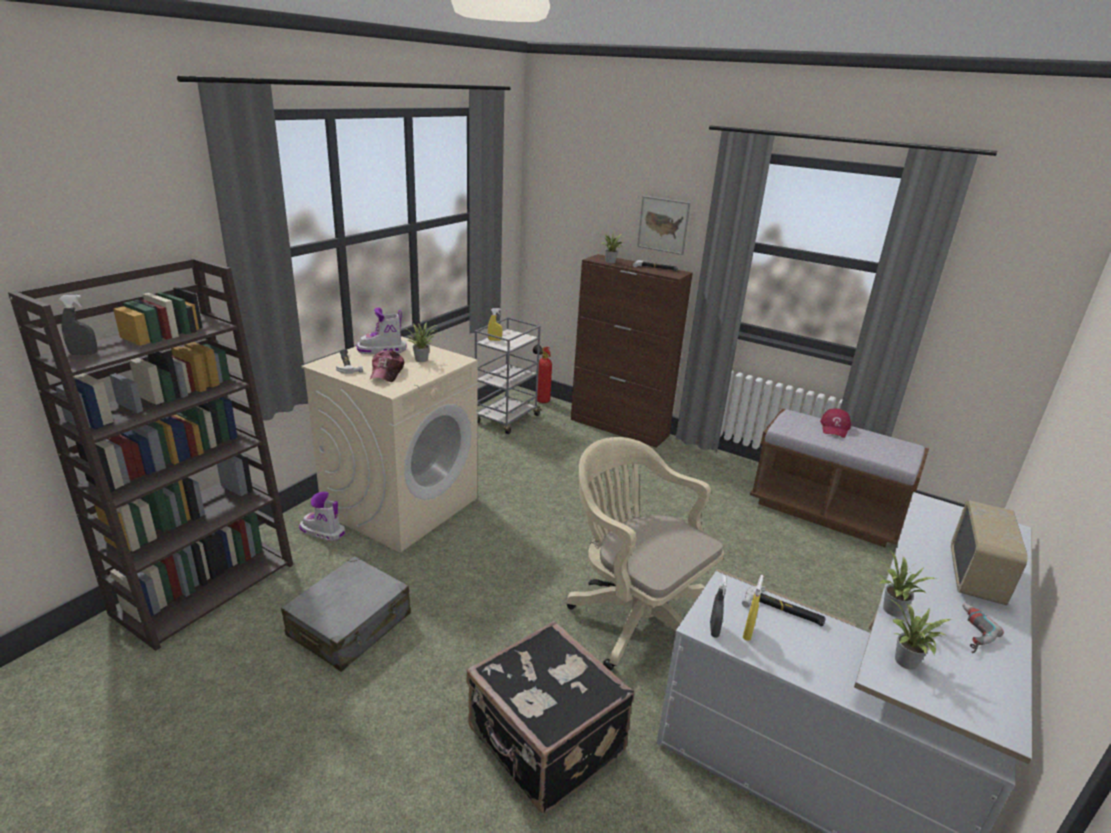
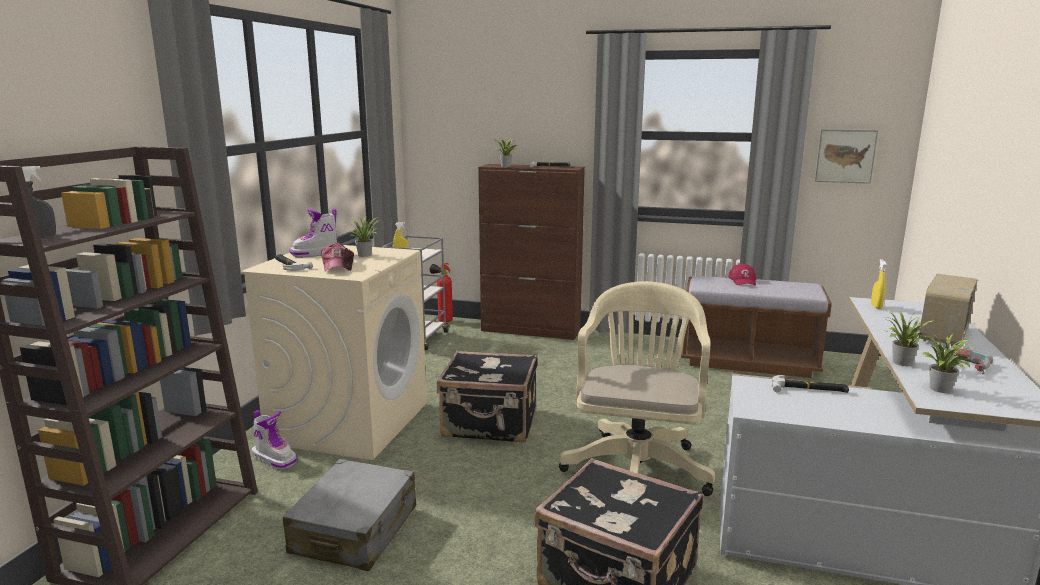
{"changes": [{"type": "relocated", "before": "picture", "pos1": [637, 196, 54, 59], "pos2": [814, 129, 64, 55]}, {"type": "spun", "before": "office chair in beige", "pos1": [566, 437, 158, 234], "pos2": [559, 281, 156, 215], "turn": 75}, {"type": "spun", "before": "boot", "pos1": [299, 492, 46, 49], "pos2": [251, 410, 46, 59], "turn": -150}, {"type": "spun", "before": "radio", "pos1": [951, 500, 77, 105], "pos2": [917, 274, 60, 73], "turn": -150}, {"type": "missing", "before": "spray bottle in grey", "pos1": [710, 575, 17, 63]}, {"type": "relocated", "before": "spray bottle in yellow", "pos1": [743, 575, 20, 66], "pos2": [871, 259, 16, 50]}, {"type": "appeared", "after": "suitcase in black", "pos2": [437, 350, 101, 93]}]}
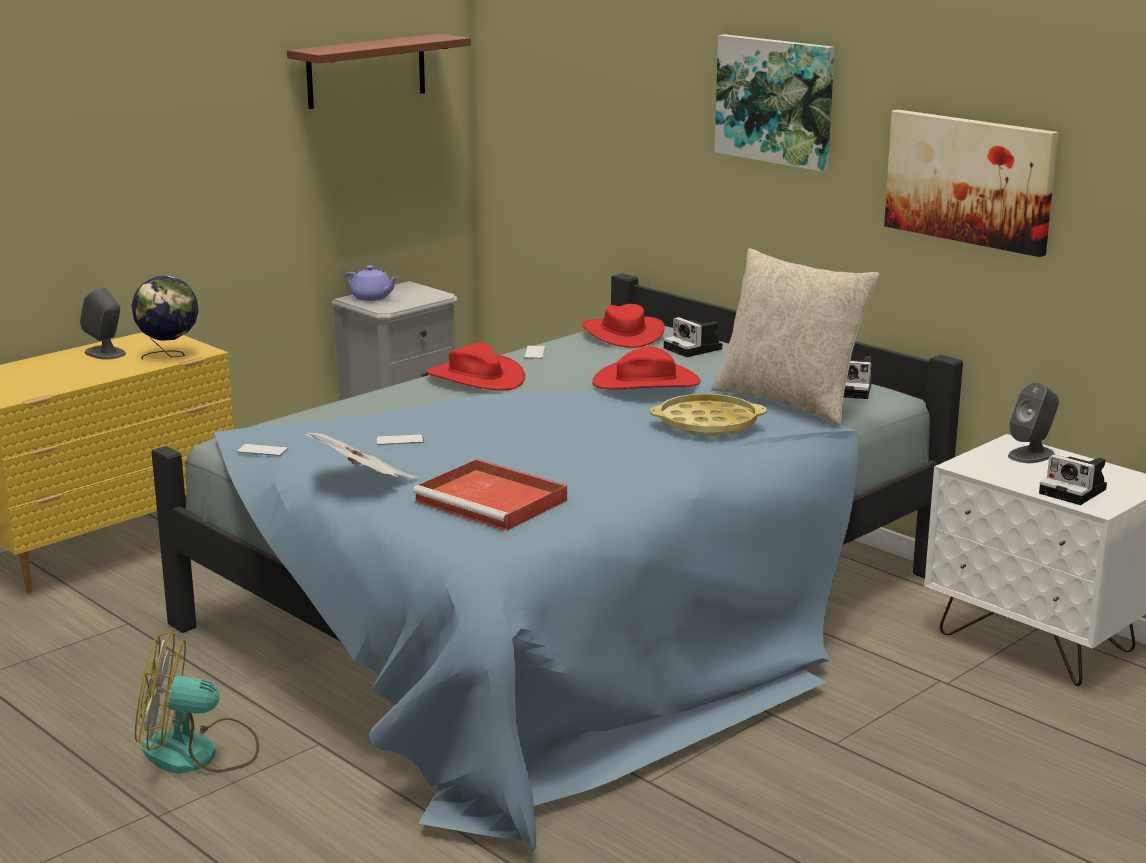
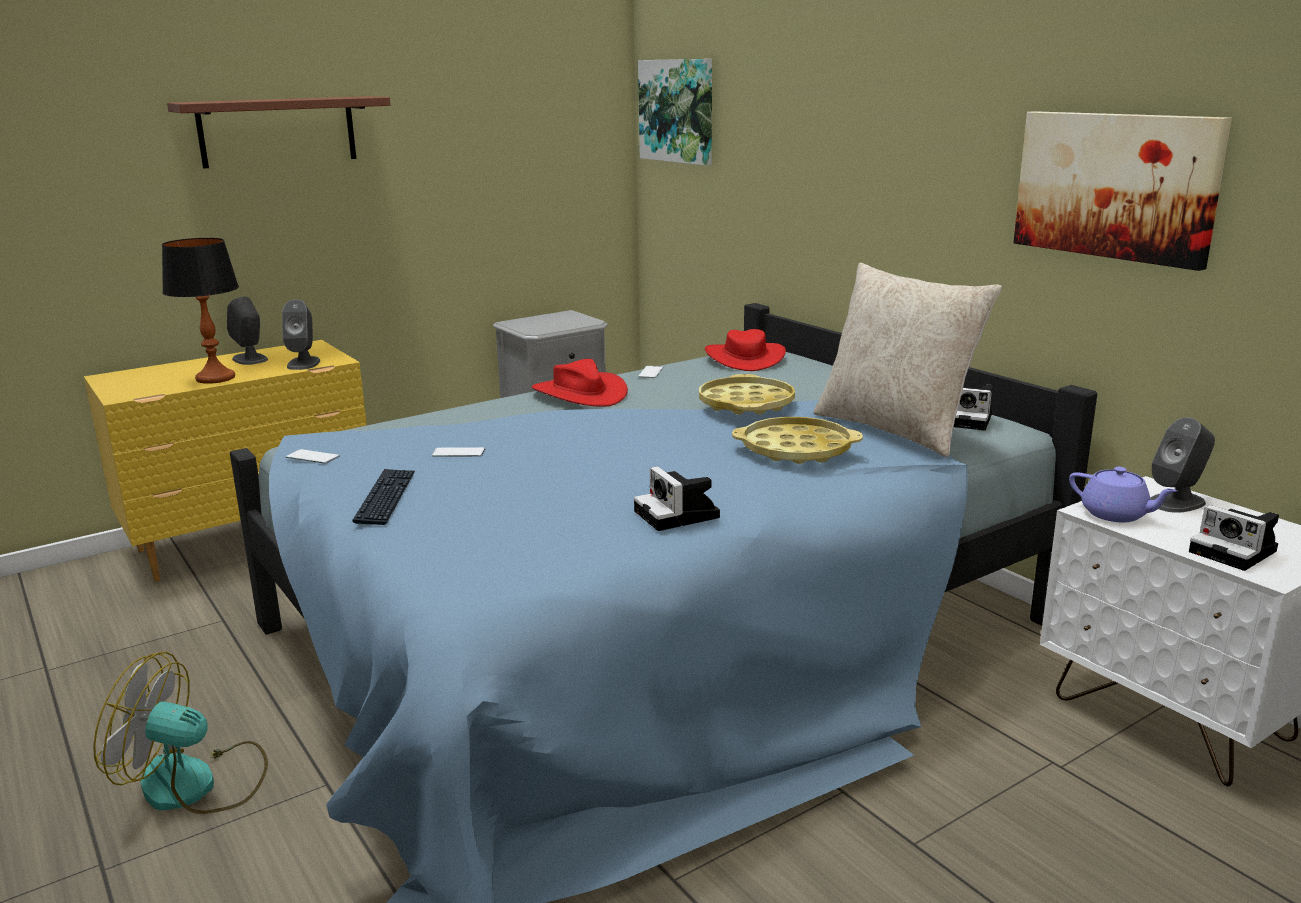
{"changes": [{"type": "relocated", "before": "shelf in brown", "pos1": [287, 34, 184, 75], "pos2": [167, 96, 223, 73]}, {"type": "relocated", "before": "picture", "pos1": [715, 34, 120, 137], "pos2": [638, 59, 74, 106]}, {"type": "relocated", "before": "teapot in purple", "pos1": [345, 265, 54, 36], "pos2": [1069, 467, 109, 55]}, {"type": "exchanged", "before": "globe", "after": "speaker in grey", "pos1": [131, 276, 68, 84], "pos2": [282, 300, 38, 70]}, {"type": "relocated", "before": "photo camera", "pos1": [664, 317, 58, 40], "pos2": [634, 466, 86, 65]}, {"type": "exchanged", "before": "hat in red", "after": "tray in yellow", "pos1": [592, 346, 109, 43], "pos2": [699, 374, 96, 41]}, {"type": "exchanged", "before": "newspaper", "after": "keyboard", "pos1": [304, 433, 113, 45], "pos2": [353, 469, 62, 56]}, {"type": "missing", "before": "tray in red", "pos1": [413, 459, 154, 72]}, {"type": "appeared", "after": "table lamp", "pos2": [162, 238, 77, 146]}]}
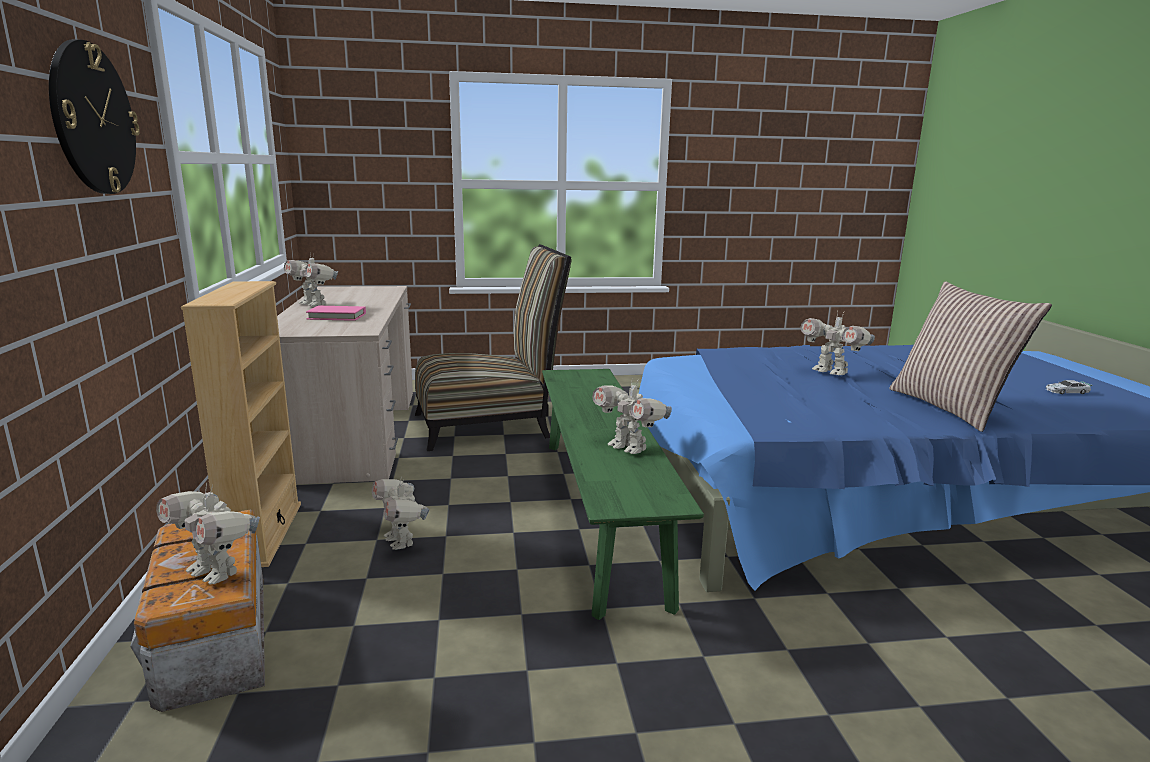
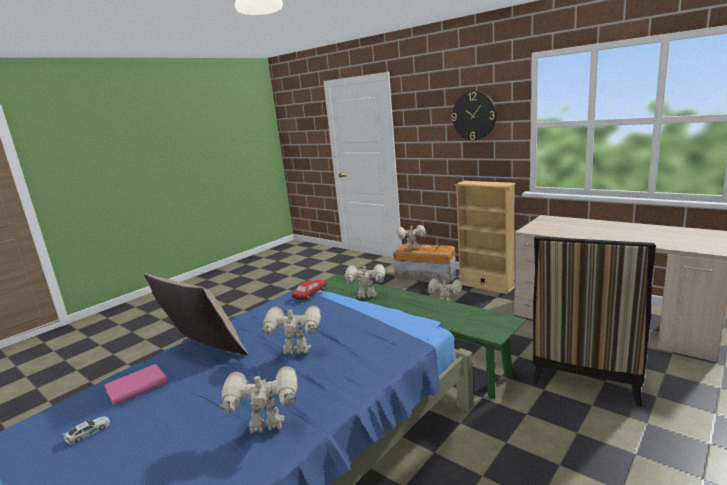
{"changes": [{"type": "relocated", "before": "toy robot", "pos1": [284, 253, 54, 53], "pos2": [220, 366, 77, 67]}, {"type": "relocated", "before": "book in pink", "pos1": [306, 306, 60, 15], "pos2": [104, 364, 63, 42]}, {"type": "appeared", "after": "toy car", "pos2": [291, 280, 36, 20]}]}
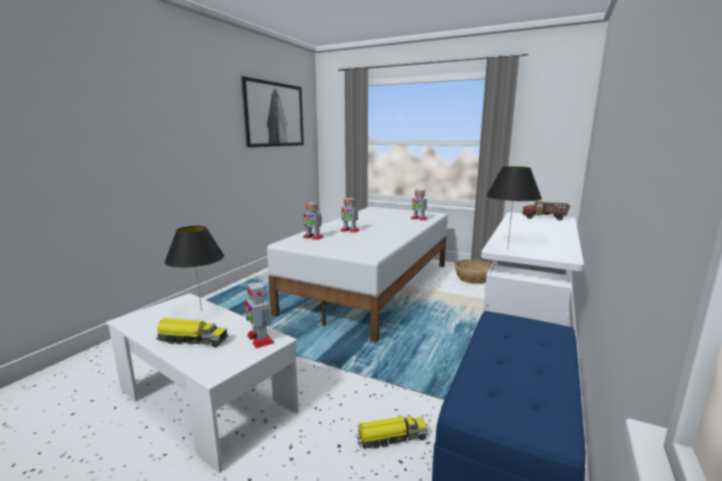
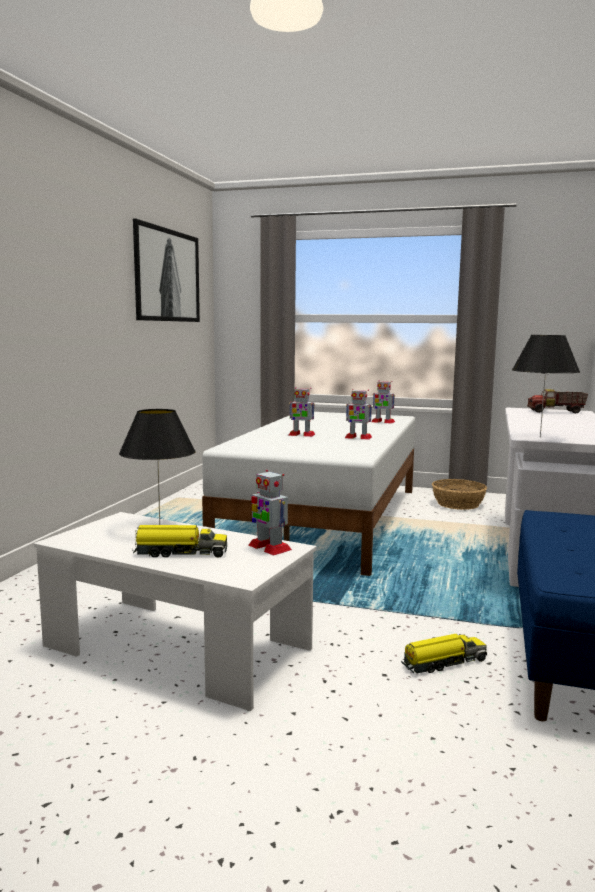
{"changes": [{"type": "relocated", "before": "toy robot", "pos1": [303, 201, 21, 39], "pos2": [345, 389, 27, 51]}]}
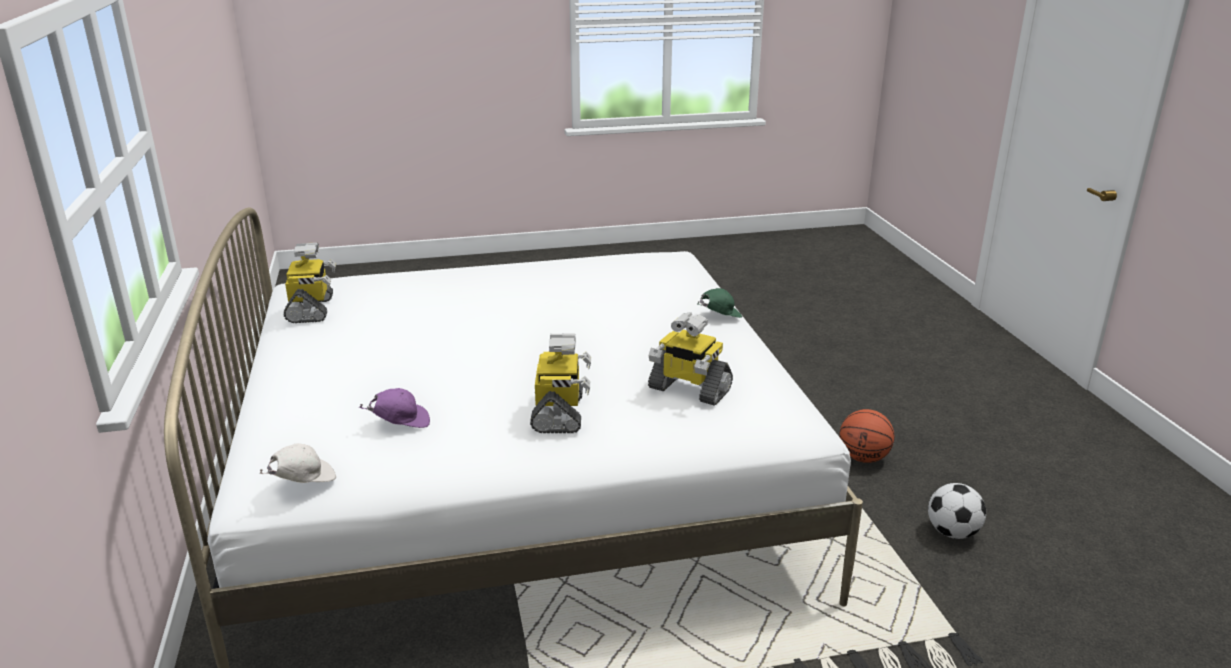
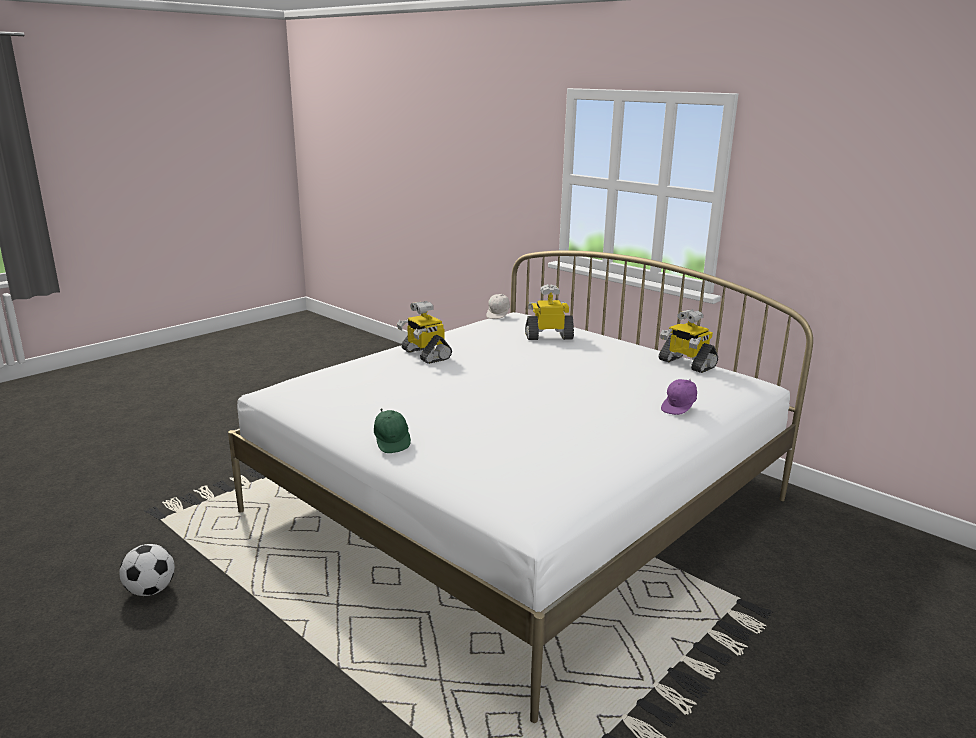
{"changes": [{"type": "spun", "before": "cap in green", "pos1": [698, 288, 44, 30], "pos2": [374, 408, 37, 45], "turn": -45}, {"type": "relocated", "before": "toy robot", "pos1": [648, 312, 85, 94], "pos2": [525, 284, 49, 56]}, {"type": "relocated", "before": "cap in purple", "pos1": [359, 388, 71, 40], "pos2": [661, 379, 36, 36]}, {"type": "missing", "before": "basketball", "pos1": [839, 409, 55, 54]}]}
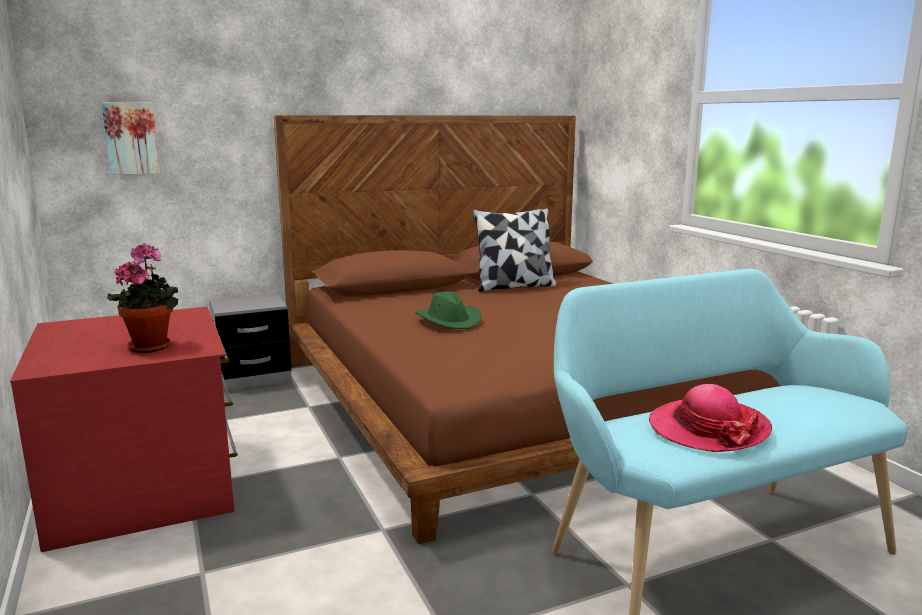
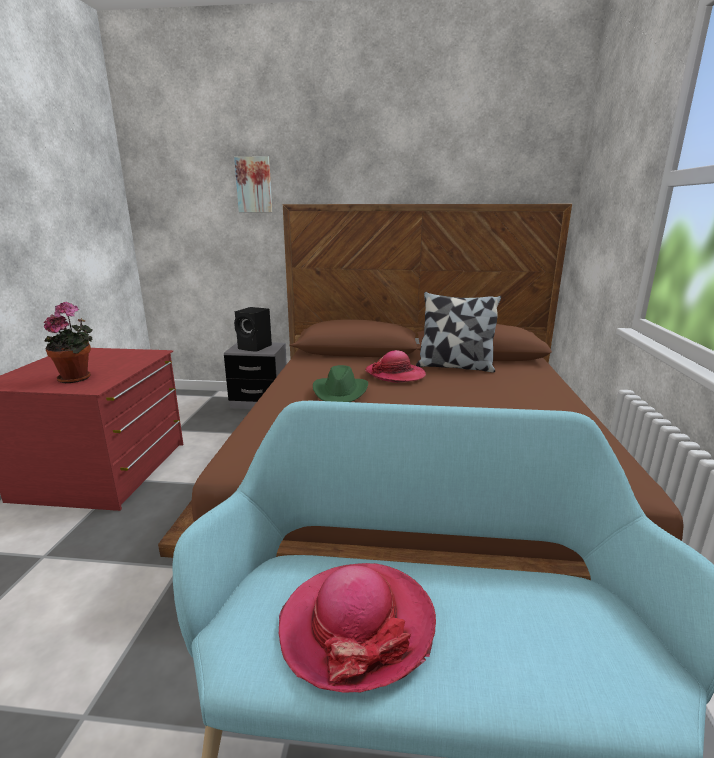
{"changes": [{"type": "relocated", "before": "picture", "pos1": [101, 102, 59, 73], "pos2": [234, 156, 38, 56]}, {"type": "appeared", "after": "speaker in black", "pos2": [234, 307, 38, 45]}, {"type": "appeared", "after": "hat", "pos2": [365, 350, 61, 33]}]}
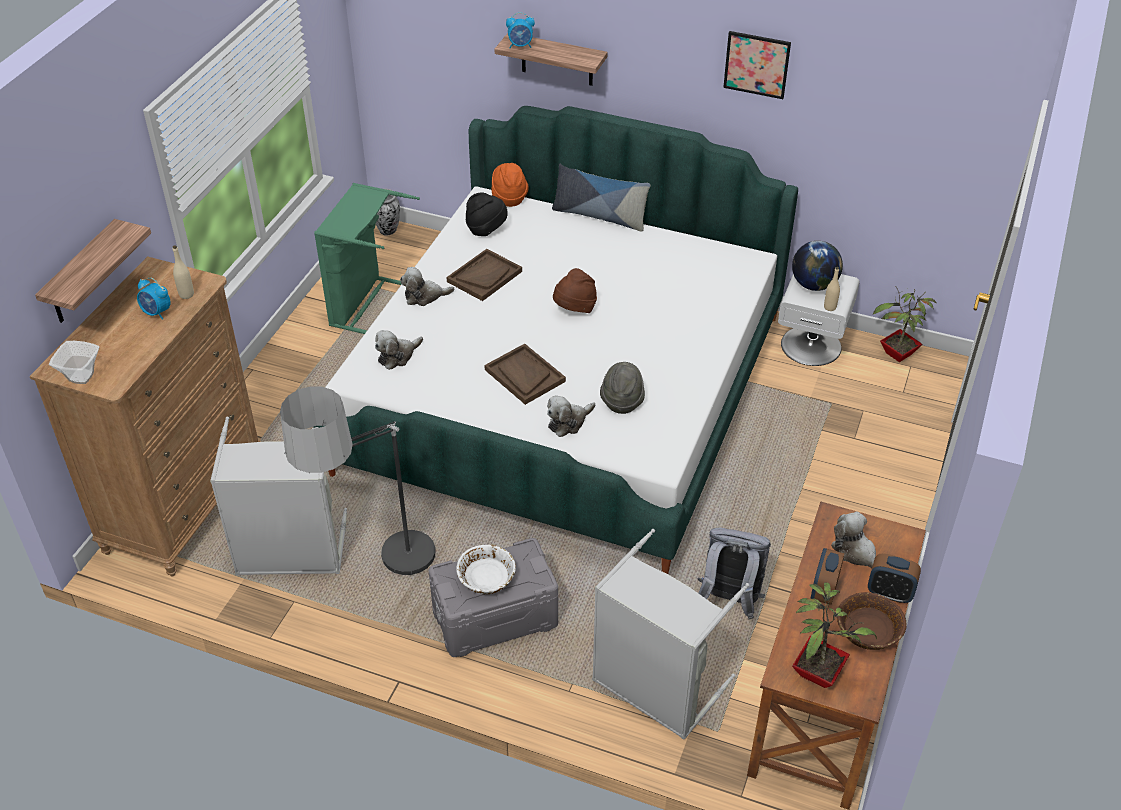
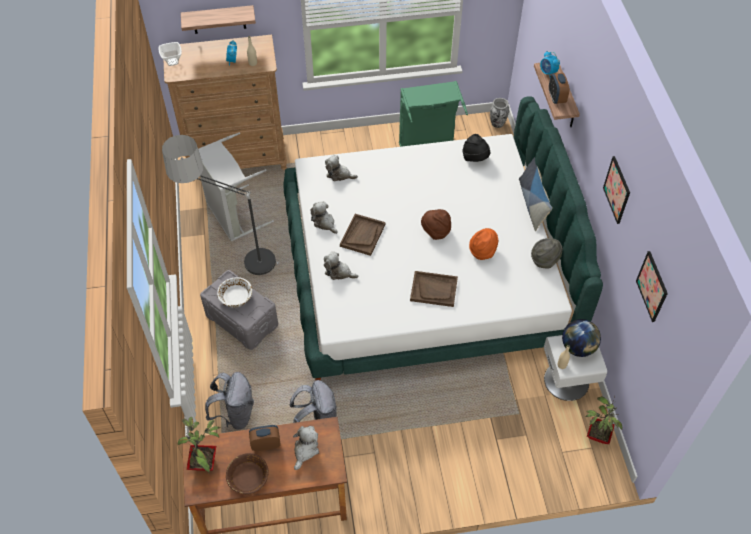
{"changes": [{"type": "relocated", "before": "hat in orange", "pos1": [492, 163, 37, 44], "pos2": [469, 228, 29, 32]}, {"type": "relocated", "before": "tray in brown", "pos1": [447, 249, 75, 52], "pos2": [410, 271, 48, 36]}, {"type": "relocated", "before": "plush toy", "pos1": [400, 267, 54, 39], "pos2": [310, 201, 28, 33]}, {"type": "relocated", "before": "hat in grey", "pos1": [600, 362, 45, 52], "pos2": [531, 238, 32, 31]}, {"type": "exchanged", "before": "laundry basket in grey", "after": "backpack in grey", "pos1": [592, 529, 158, 210], "pos2": [205, 372, 49, 58]}, {"type": "relocated", "before": "alarm clock", "pos1": [868, 553, 53, 50], "pos2": [549, 73, 20, 31]}, {"type": "appeared", "after": "picture", "pos2": [636, 251, 32, 71]}]}
